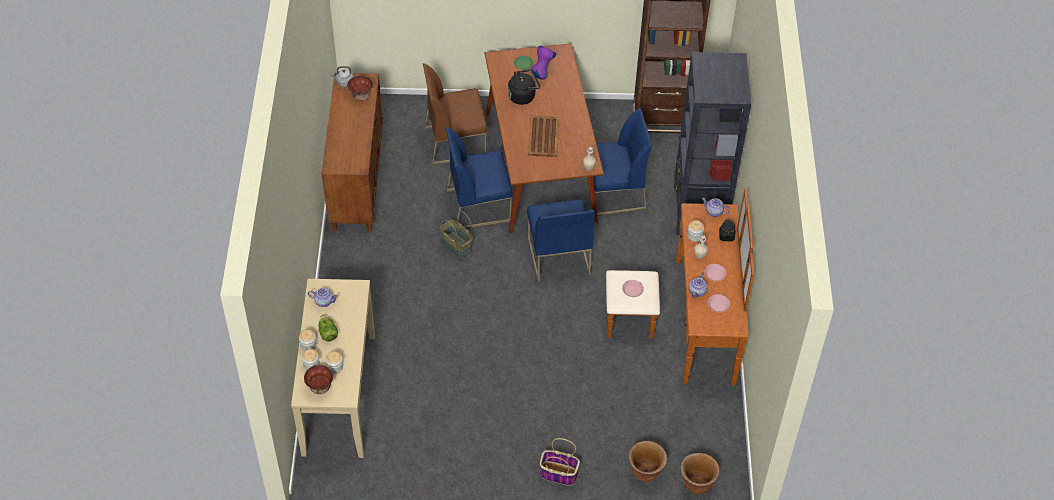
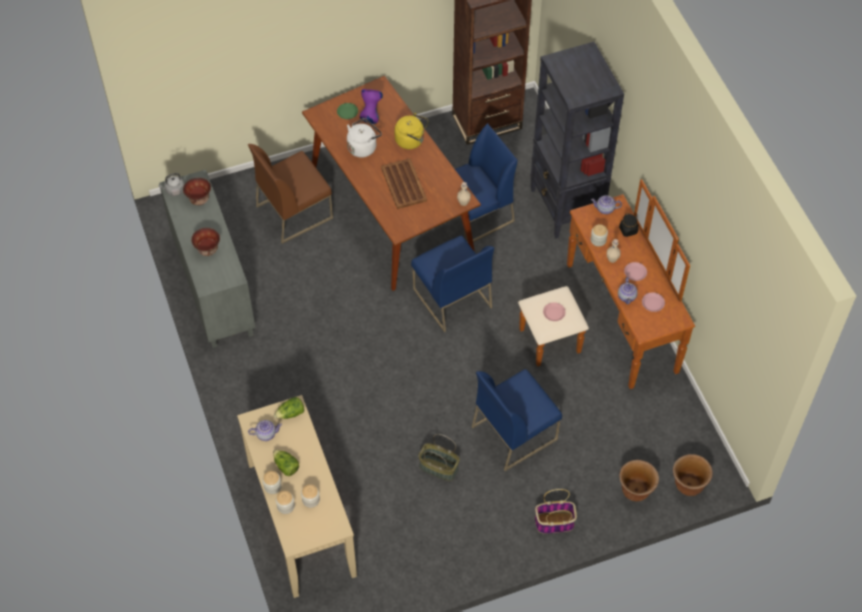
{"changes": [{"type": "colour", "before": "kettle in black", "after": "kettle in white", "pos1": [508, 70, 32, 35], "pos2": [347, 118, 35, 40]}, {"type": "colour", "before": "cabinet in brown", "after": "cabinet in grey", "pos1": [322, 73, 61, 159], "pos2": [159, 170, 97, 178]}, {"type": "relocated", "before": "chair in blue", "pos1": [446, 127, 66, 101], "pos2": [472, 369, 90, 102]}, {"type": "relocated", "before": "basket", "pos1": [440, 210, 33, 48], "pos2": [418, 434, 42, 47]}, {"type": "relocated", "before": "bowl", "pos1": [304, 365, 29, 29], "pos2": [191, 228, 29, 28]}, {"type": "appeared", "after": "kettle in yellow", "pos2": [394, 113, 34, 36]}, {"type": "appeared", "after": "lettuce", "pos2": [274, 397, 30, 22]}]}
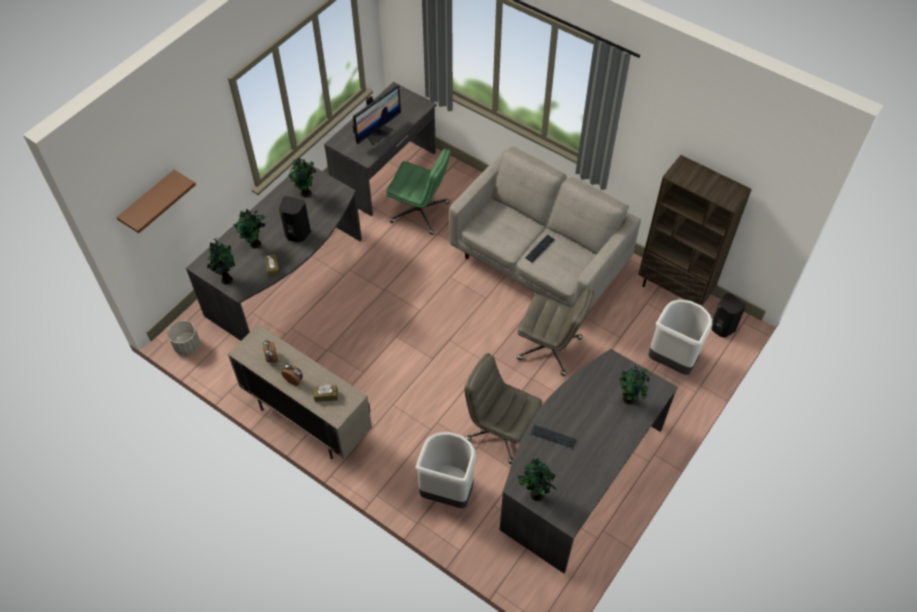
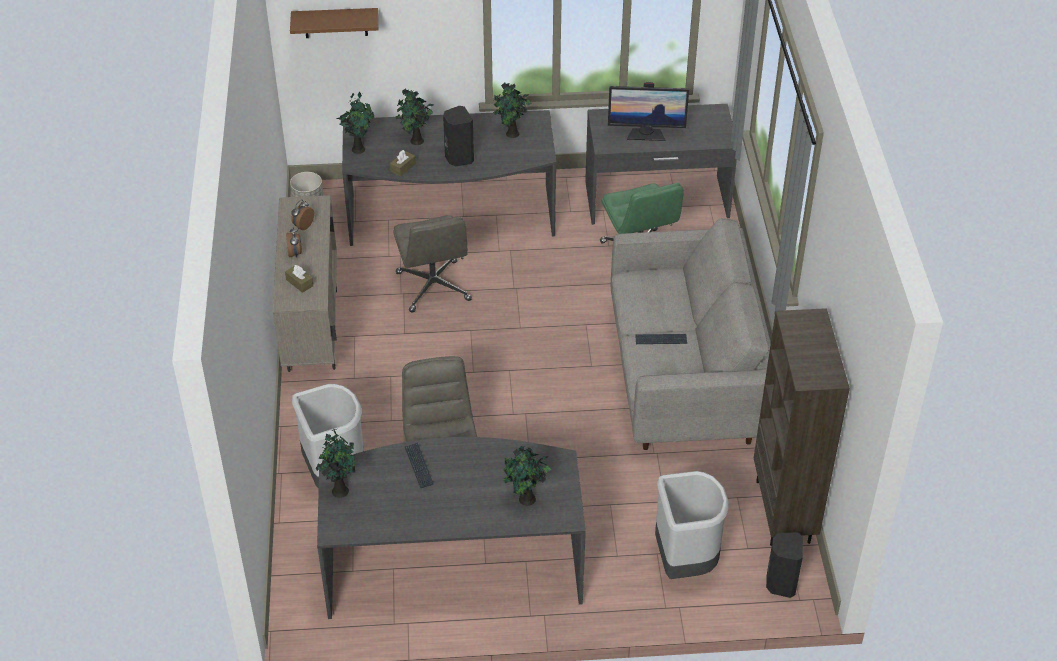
{"changes": [{"type": "relocated", "before": "office chair in grey", "pos1": [517, 289, 77, 87], "pos2": [393, 215, 79, 97]}]}
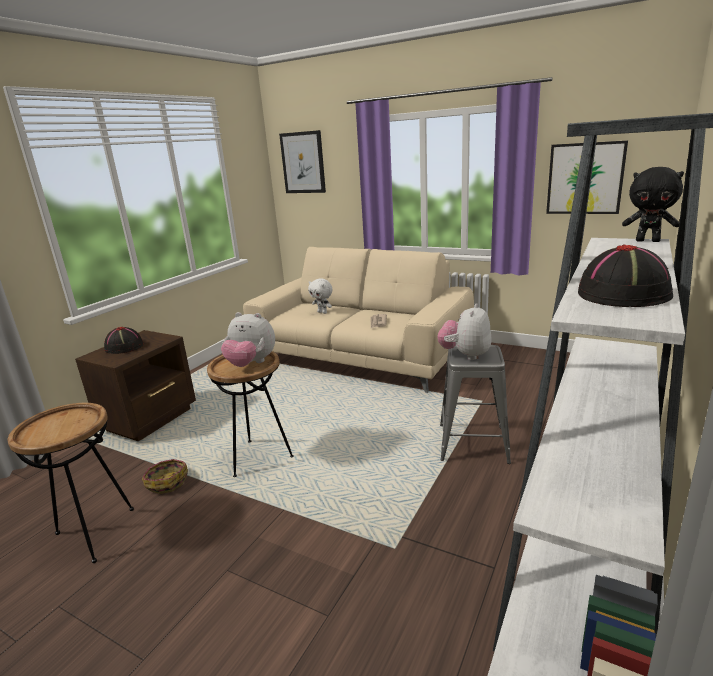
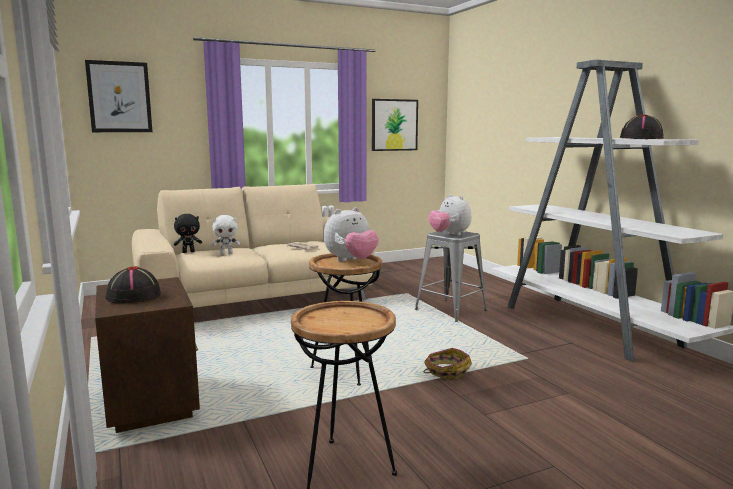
{"changes": [{"type": "relocated", "before": "plush toy in black", "pos1": [622, 167, 62, 75], "pos2": [174, 214, 28, 39]}, {"type": "relocated", "before": "basket", "pos1": [142, 459, 46, 35], "pos2": [424, 348, 48, 31]}]}
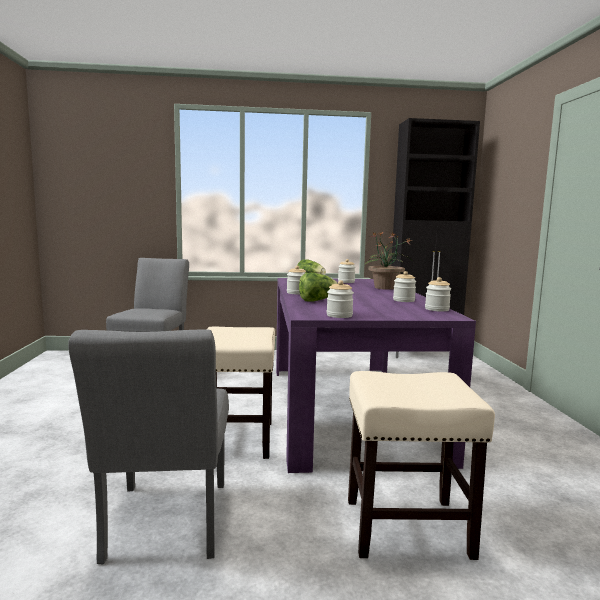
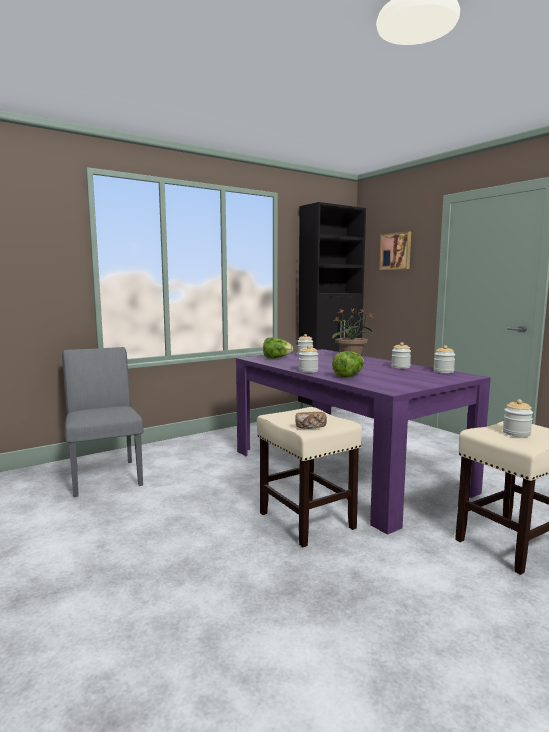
{"changes": [{"type": "relocated", "before": "jar", "pos1": [327, 280, 27, 38], "pos2": [503, 399, 30, 38]}, {"type": "missing", "before": "chair in grey", "pos1": [68, 329, 161, 235]}, {"type": "appeared", "after": "picture", "pos2": [379, 231, 32, 39]}, {"type": "appeared", "after": "bread", "pos2": [295, 412, 32, 17]}]}
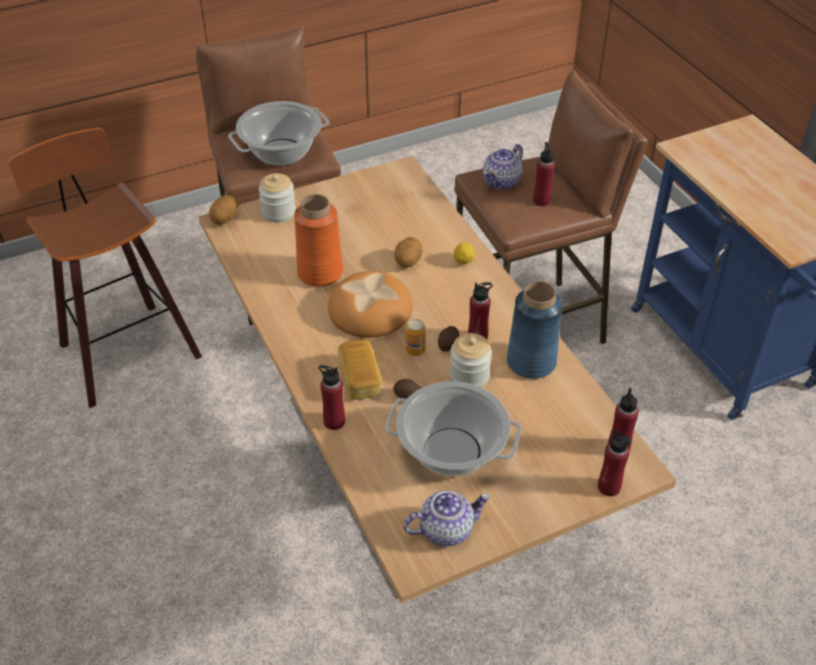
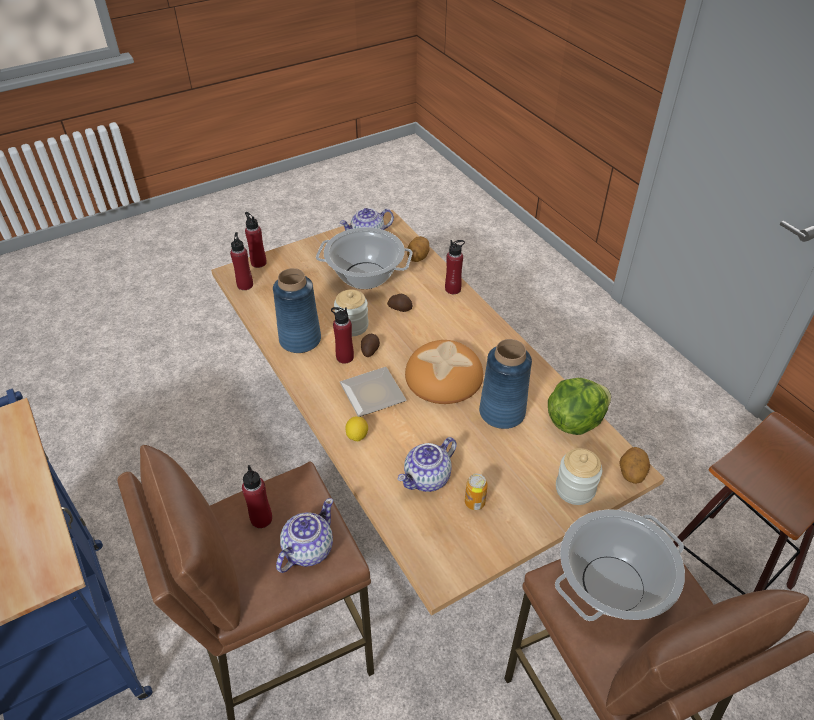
{"changes": [{"type": "colour", "before": "vase in orange", "after": "vase in blue", "pos1": [294, 194, 49, 93], "pos2": [479, 339, 53, 90]}, {"type": "relocated", "before": "potato", "pos1": [395, 237, 28, 30], "pos2": [407, 236, 22, 26]}, {"type": "relocated", "before": "can", "pos1": [406, 319, 20, 37], "pos2": [465, 474, 23, 36]}, {"type": "missing", "before": "bread", "pos1": [338, 340, 43, 60]}, {"type": "appeared", "after": "plate", "pos2": [340, 367, 66, 50]}, {"type": "appeared", "after": "lettuce", "pos2": [548, 378, 63, 57]}, {"type": "appeared", "after": "teapot", "pos2": [398, 437, 59, 55]}]}
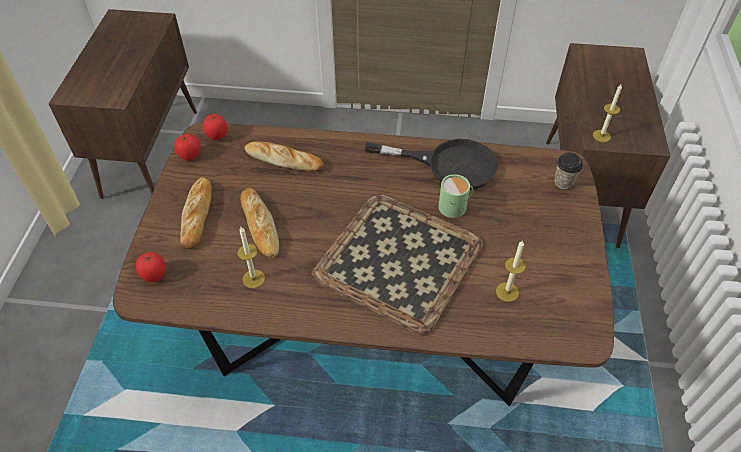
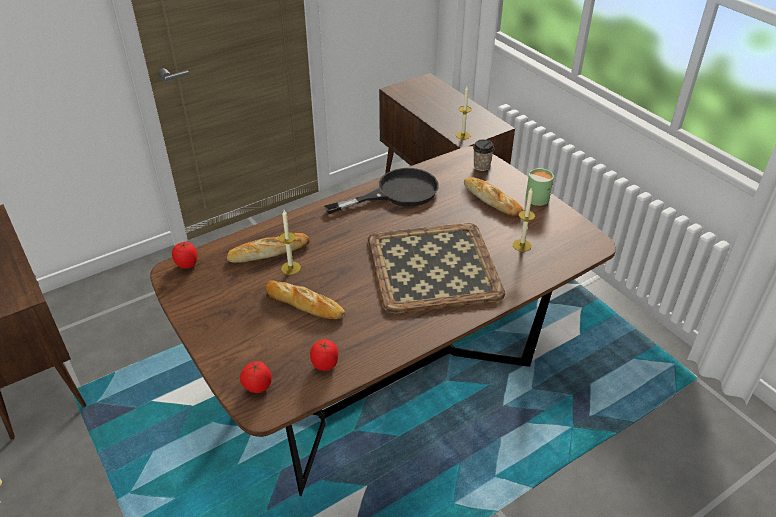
{"changes": [{"type": "relocated", "before": "tomato", "pos1": [174, 134, 27, 27], "pos2": [310, 339, 28, 32]}, {"type": "relocated", "before": "mug in green", "pos1": [439, 174, 34, 44], "pos2": [525, 168, 29, 38]}, {"type": "relocated", "before": "bread", "pos1": [180, 177, 32, 72], "pos2": [464, 177, 59, 40]}, {"type": "relocated", "before": "candle", "pos1": [237, 227, 28, 61], "pos2": [279, 210, 22, 65]}]}
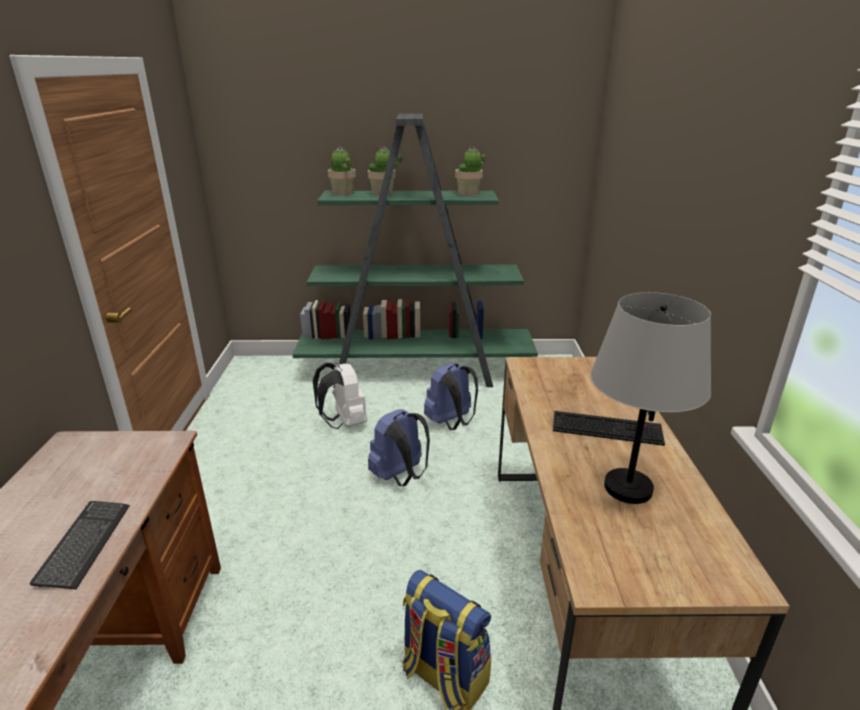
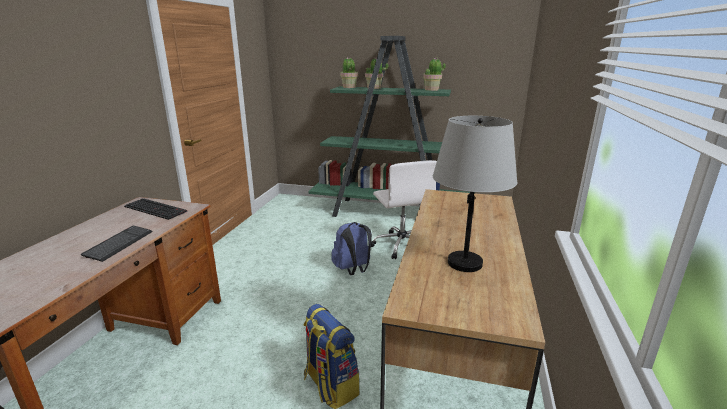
{"changes": [{"type": "missing", "before": "backpack in white", "pos1": [313, 363, 55, 66]}, {"type": "exchanged", "before": "backpack in blue", "after": "office chair in white", "pos1": [424, 363, 54, 67], "pos2": [371, 160, 66, 99]}, {"type": "relocated", "before": "keyboard", "pos1": [553, 411, 112, 35], "pos2": [124, 198, 63, 22]}]}
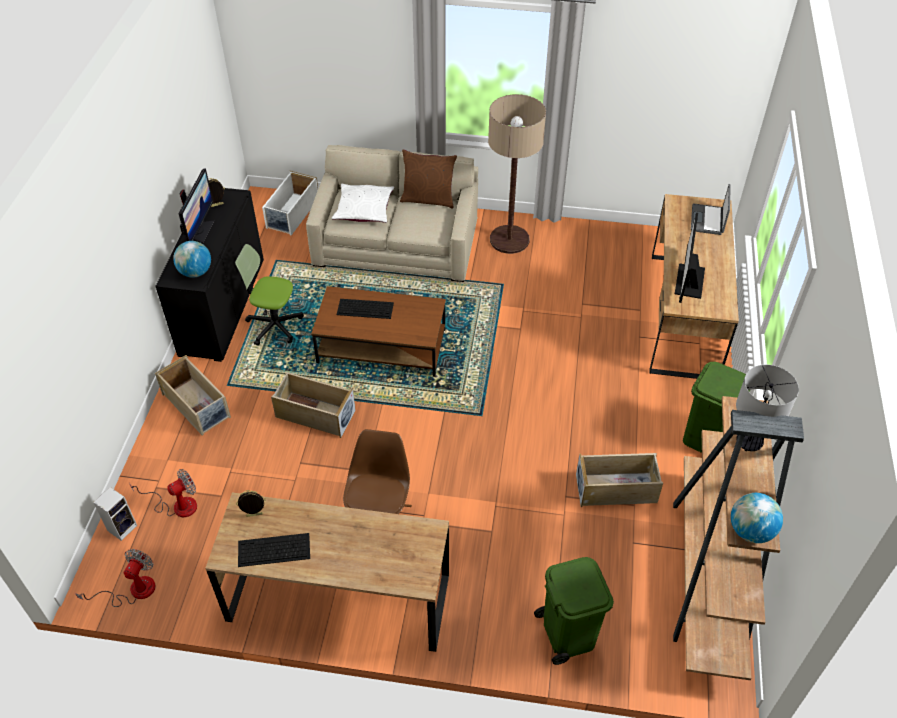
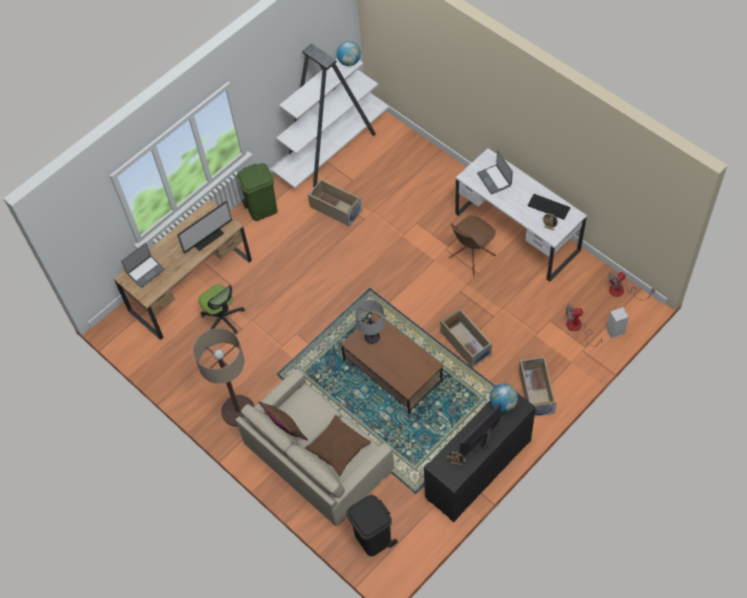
{"changes": [{"type": "exchanged", "before": "storage box in white", "after": "trash can in black", "pos1": [262, 171, 56, 64], "pos2": [346, 495, 52, 61]}, {"type": "colour", "before": "pillow in white", "after": "pillow in brown", "pos1": [332, 184, 62, 39], "pos2": [305, 415, 66, 61]}, {"type": "relocated", "before": "office chair", "pos1": [235, 244, 69, 102], "pos2": [198, 284, 47, 50]}, {"type": "missing", "before": "keyboard", "pos1": [337, 299, 57, 20]}, {"type": "relocated", "before": "table lamp", "pos1": [736, 364, 63, 87], "pos2": [355, 300, 30, 44]}, {"type": "colour", "before": "bookcase in brown", "after": "bookcase in white", "pos1": [673, 396, 131, 284], "pos2": [272, 43, 117, 145]}, {"type": "colour", "before": "desk in brown", "after": "desk in white", "pos1": [205, 493, 244, 159], "pos2": [455, 148, 132, 134]}, {"type": "missing", "before": "trash can in green", "pos1": [534, 557, 80, 108]}, {"type": "appeared", "after": "laptop", "pos2": [477, 151, 36, 43]}]}
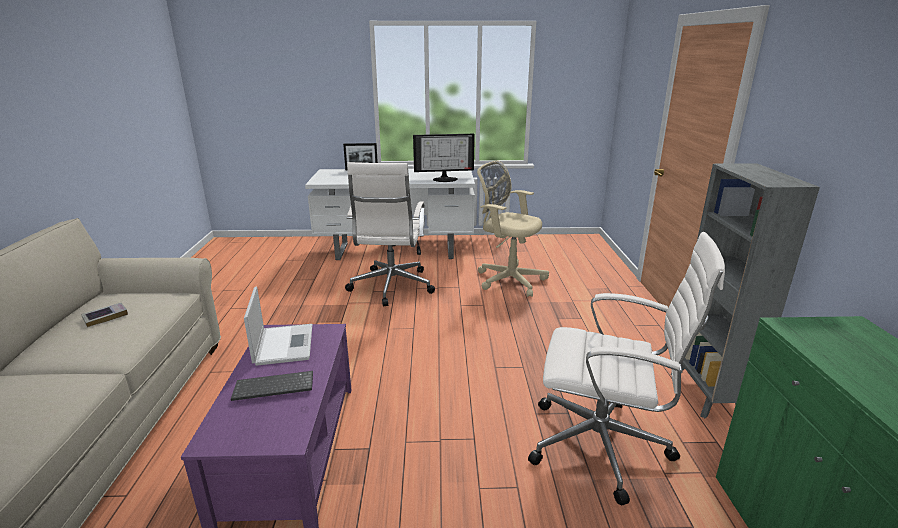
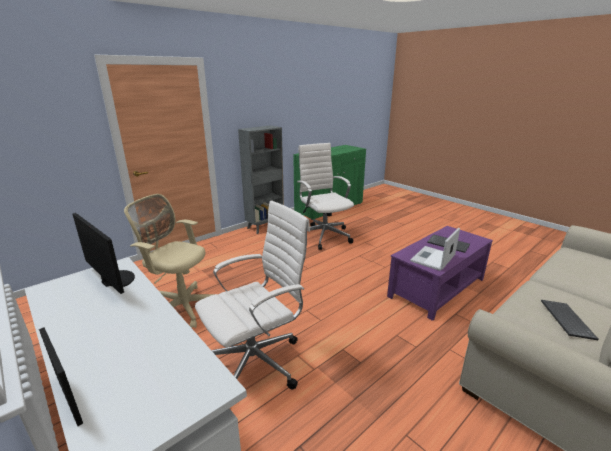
{"changes": [{"type": "spun", "before": "office chair in beige", "pos1": [477, 161, 72, 136], "pos2": [124, 194, 91, 134], "turn": 120}, {"type": "exchanged", "before": "book", "after": "keyboard", "pos1": [81, 303, 47, 24], "pos2": [541, 300, 57, 40]}]}
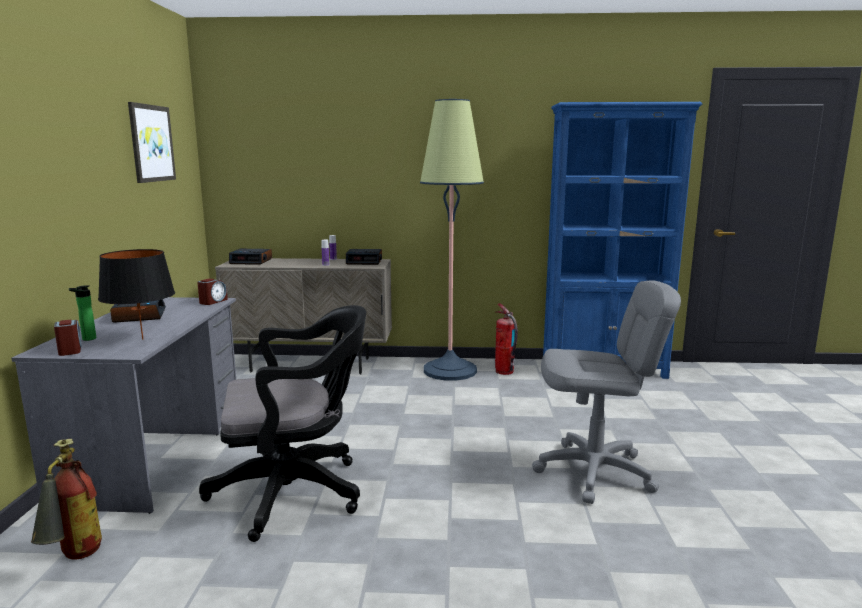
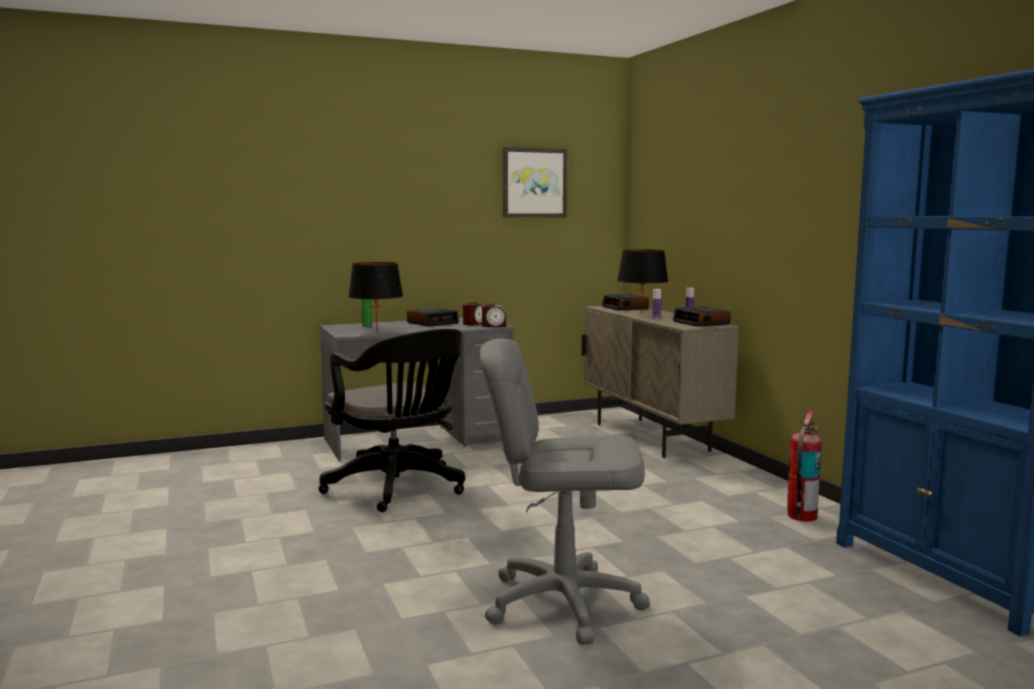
{"changes": [{"type": "missing", "before": "floor lamp", "pos1": [420, 99, 64, 282]}, {"type": "spun", "before": "office chair in grey", "pos1": [532, 281, 149, 223], "pos2": [479, 338, 171, 307], "turn": 120}, {"type": "relocated", "before": "alarm clock", "pos1": [54, 320, 27, 36], "pos2": [463, 302, 20, 24]}, {"type": "missing", "before": "fire extinguisher", "pos1": [31, 439, 71, 120]}, {"type": "appeared", "after": "table lamp in black", "pos2": [617, 249, 51, 65]}]}
